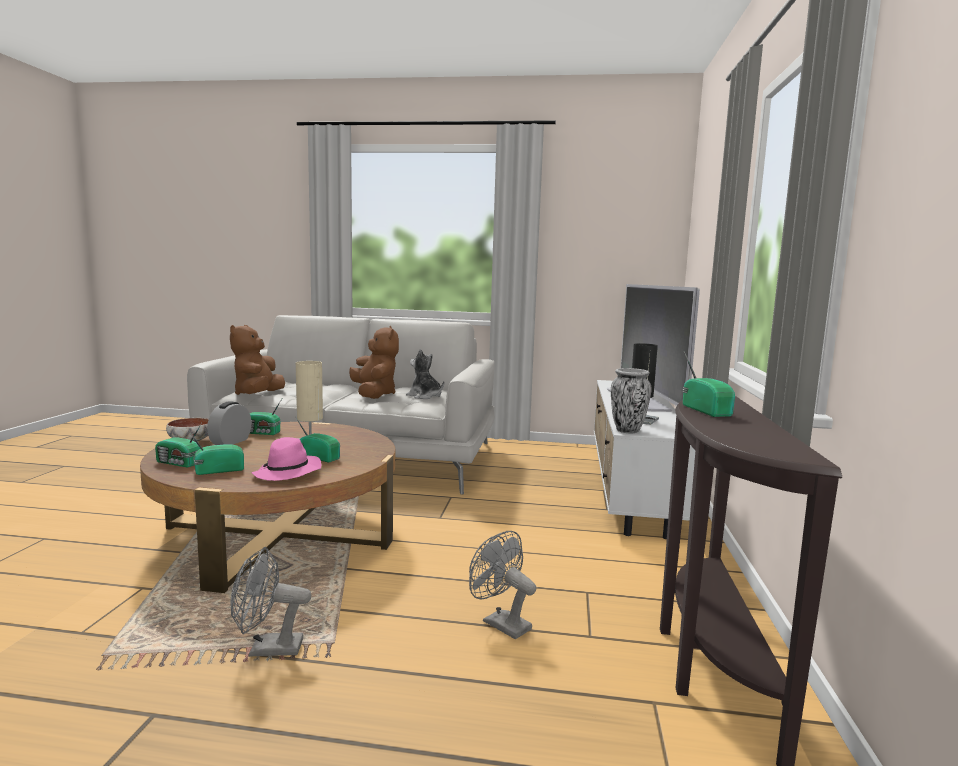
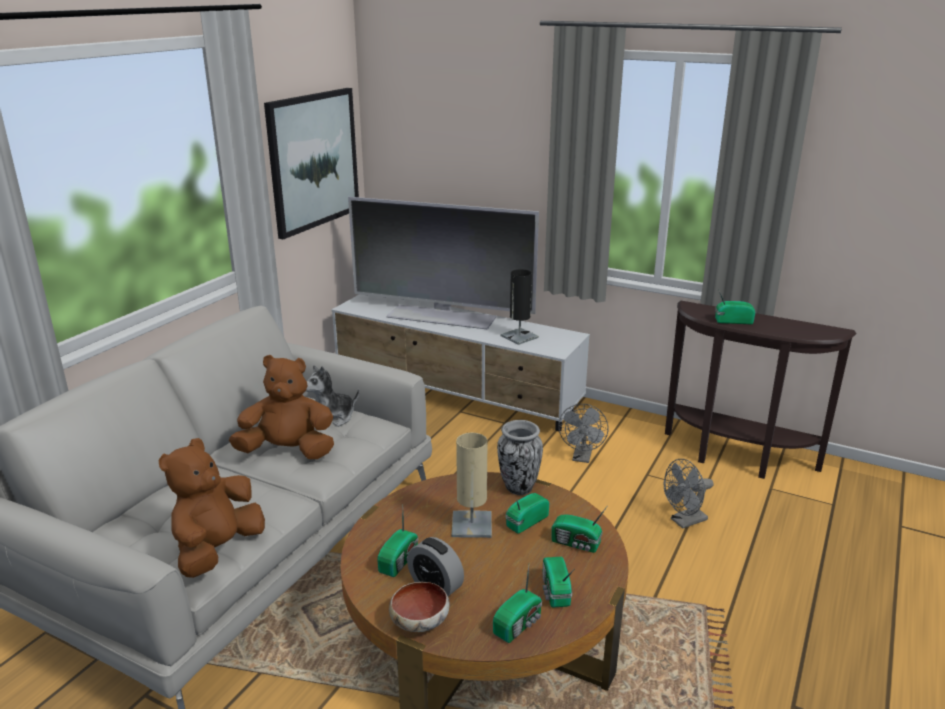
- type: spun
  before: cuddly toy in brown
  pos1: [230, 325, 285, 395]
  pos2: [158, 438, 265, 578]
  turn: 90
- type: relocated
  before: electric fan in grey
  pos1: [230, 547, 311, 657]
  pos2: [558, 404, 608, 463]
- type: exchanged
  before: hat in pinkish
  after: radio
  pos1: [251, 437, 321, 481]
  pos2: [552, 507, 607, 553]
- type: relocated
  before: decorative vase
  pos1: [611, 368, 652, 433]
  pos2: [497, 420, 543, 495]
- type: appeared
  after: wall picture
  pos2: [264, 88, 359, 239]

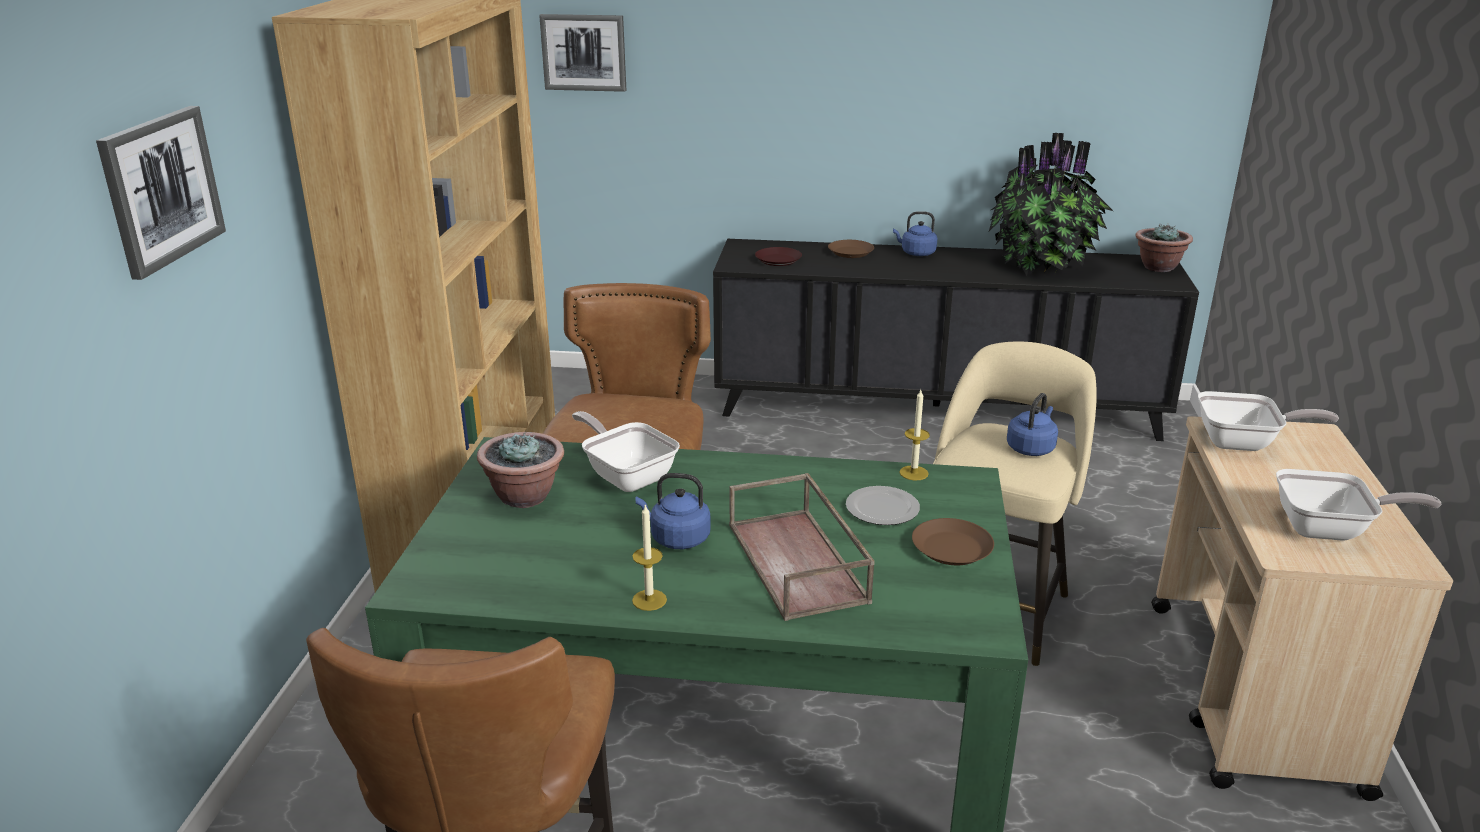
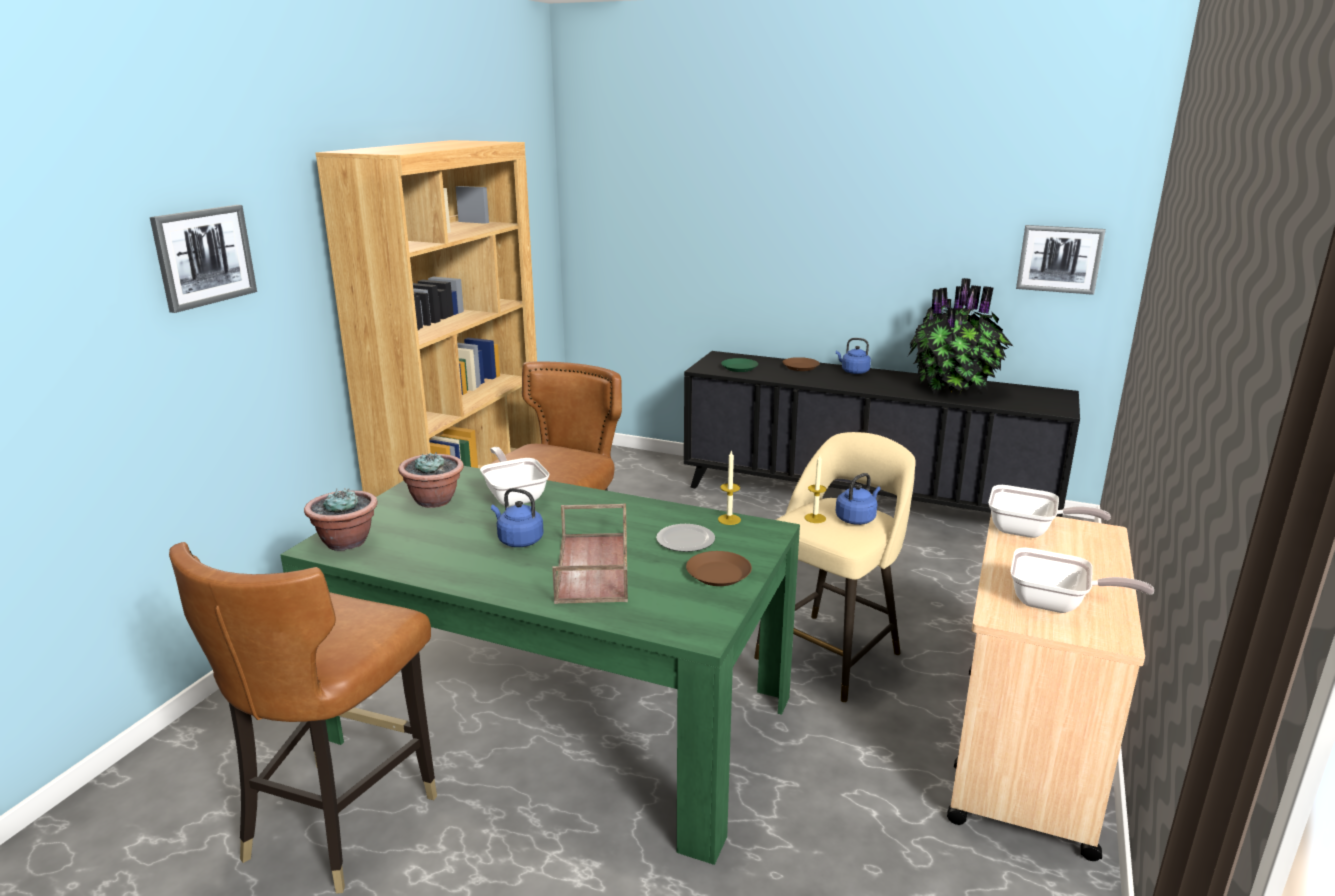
- type: relocated
  before: wall picture
  pos1: [539, 14, 626, 92]
  pos2: [1016, 225, 1106, 295]
- type: relocated
  before: wax candle
  pos1: [632, 504, 667, 611]
  pos2: [805, 455, 827, 523]
- type: colour
  before: dinner plate in brown
  after: dinner plate in greenish
  pos1: [755, 247, 802, 266]
  pos2: [721, 358, 758, 372]
- type: relocated
  before: potted plant
  pos1: [1135, 223, 1193, 272]
  pos2: [304, 488, 378, 551]

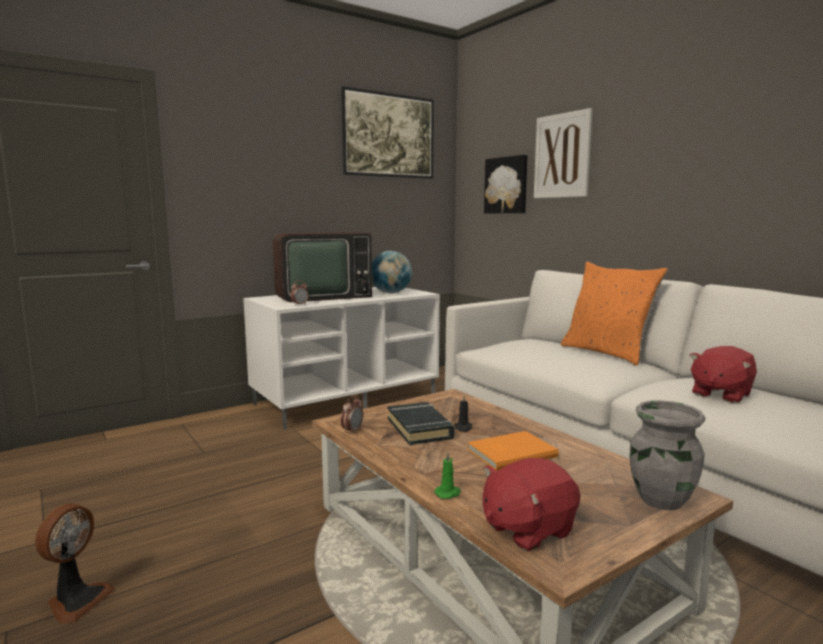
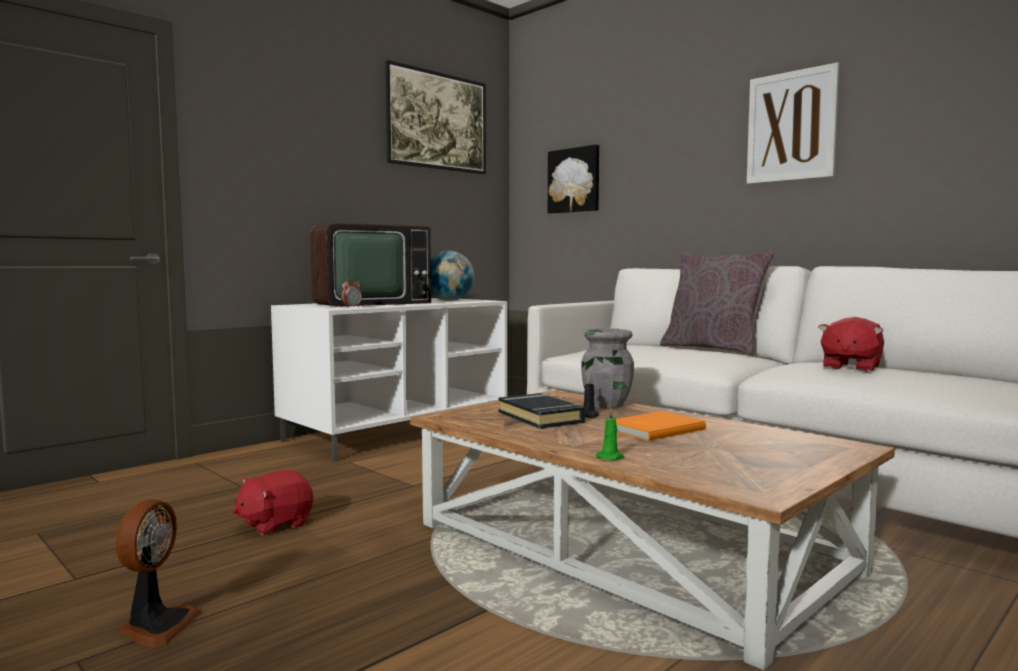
- type: missing
  before: alarm clock
  pos1: [341, 396, 363, 434]
- type: relocated
  before: cuddly toy in red
  pos1: [483, 458, 580, 551]
  pos2: [232, 470, 313, 535]
- type: relocated
  before: wall picture
  pos1: [534, 108, 593, 198]
  pos2: [747, 62, 840, 184]
- type: colour
  before: pillow in orange
  after: pillow in grey
  pos1: [561, 262, 668, 366]
  pos2: [660, 250, 776, 356]
- type: relocated
  before: decorative vase in grey
  pos1: [630, 400, 705, 510]
  pos2: [581, 328, 634, 408]

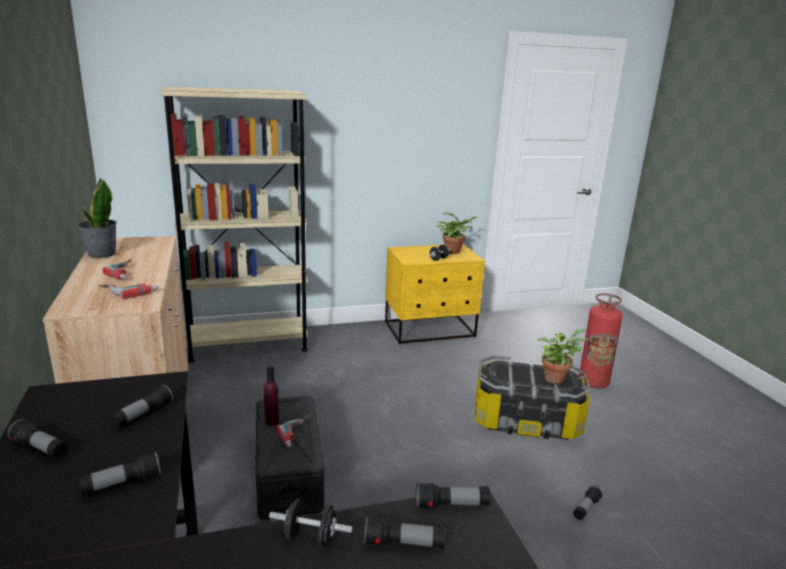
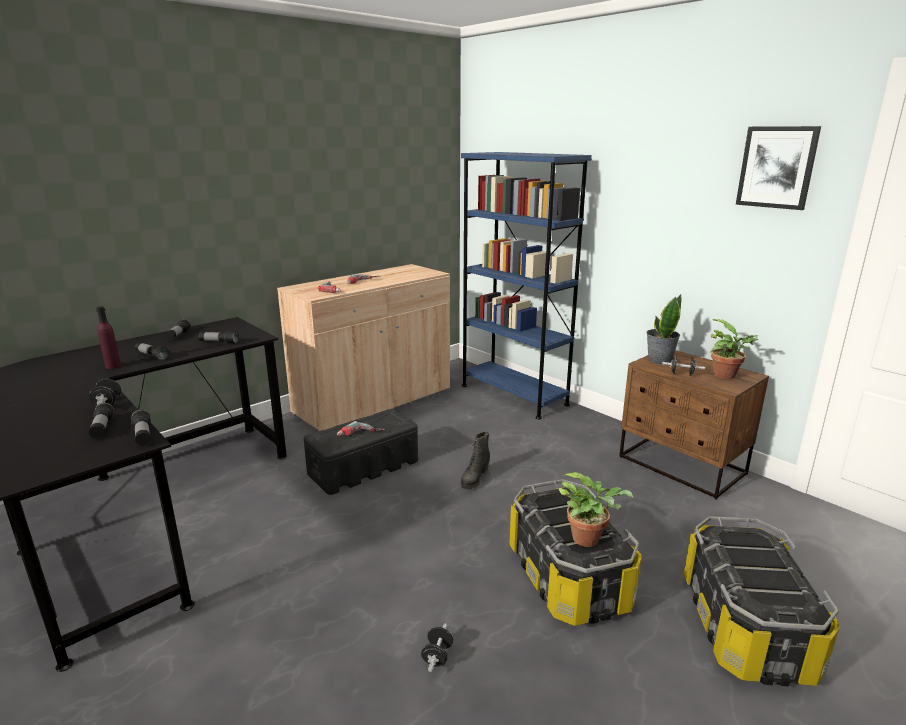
- type: relocated
  before: potted plant
  pos1: [77, 178, 117, 258]
  pos2: [646, 294, 682, 365]
- type: colour
  before: shelving unit in sand-coloured
  after: shelving unit in bluish
  pos1: [161, 87, 308, 362]
  pos2: [461, 152, 592, 419]
- type: relocated
  before: drink bottle in purple
  pos1: [264, 365, 279, 426]
  pos2: [96, 306, 121, 369]
- type: colour
  before: bedside table in yellow
  after: bedside table in brown
  pos1: [385, 244, 485, 344]
  pos2: [619, 350, 769, 499]
- type: exchanged
  before: hand torch
  after: hand weight in blackish
  pos1: [573, 486, 603, 520]
  pos2: [421, 624, 453, 672]
- type: exchanged
  before: fire-fighting cylinder
  after: storage box
  pos1: [579, 293, 623, 389]
  pos2: [684, 516, 840, 687]
- type: appeared
  after: tall boot in blackish
  pos2: [461, 432, 490, 489]
- type: appeared
  after: wall picture
  pos2: [736, 126, 821, 210]

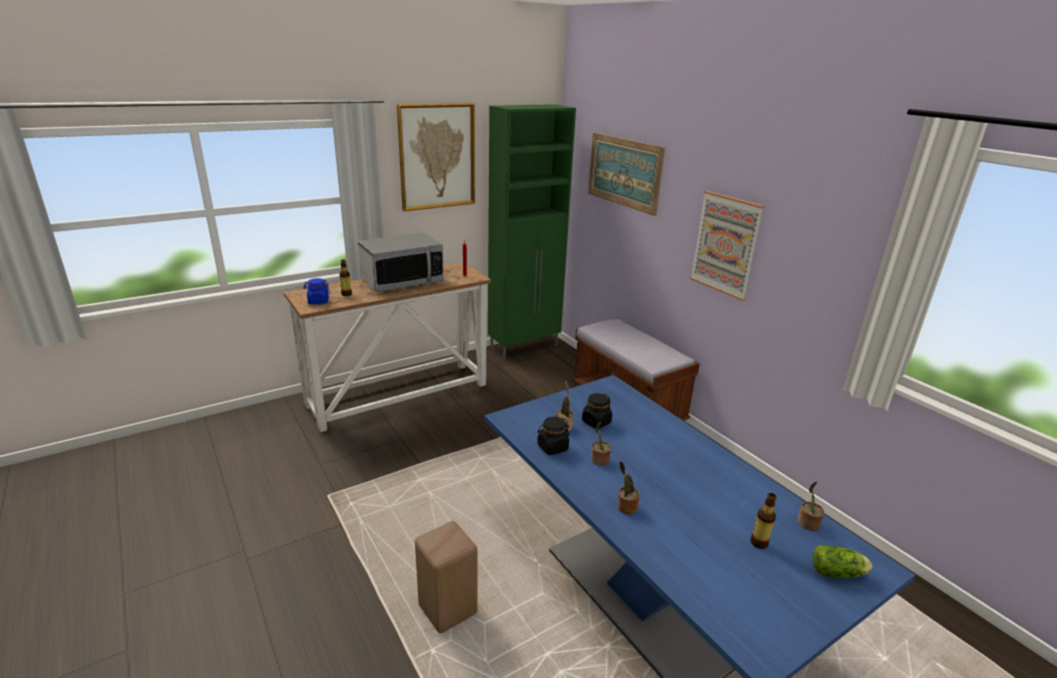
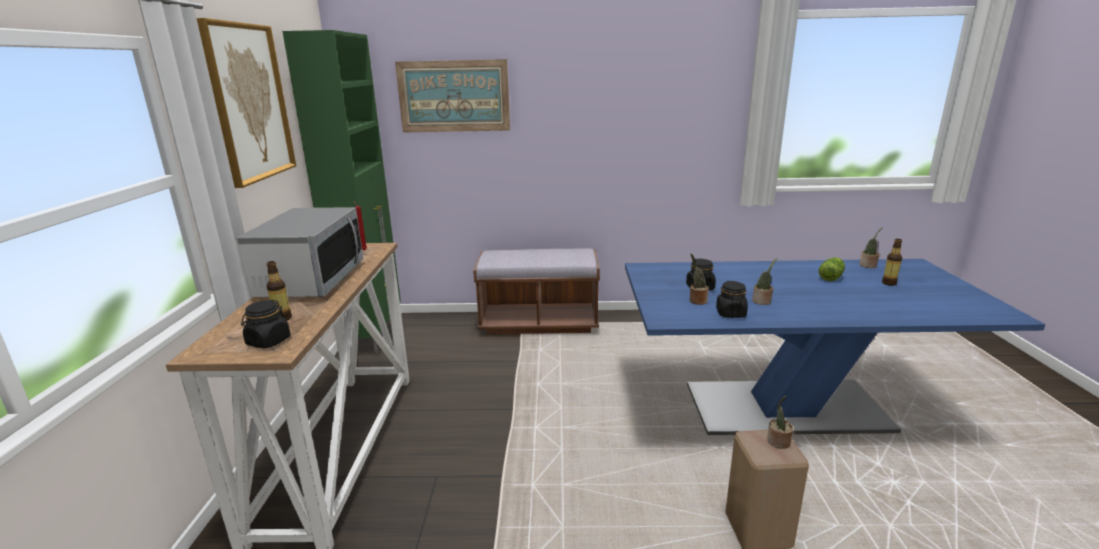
- type: colour
  before: jar in bluish
  after: jar in blackish
  pos1: [303, 278, 331, 304]
  pos2: [241, 300, 291, 348]
- type: relocated
  before: potted plant
  pos1: [617, 461, 640, 514]
  pos2: [767, 396, 793, 449]
- type: missing
  before: wall picture
  pos1: [690, 191, 765, 301]
- type: relocated
  before: head of lettuce
  pos1: [813, 545, 872, 578]
  pos2: [818, 257, 845, 281]

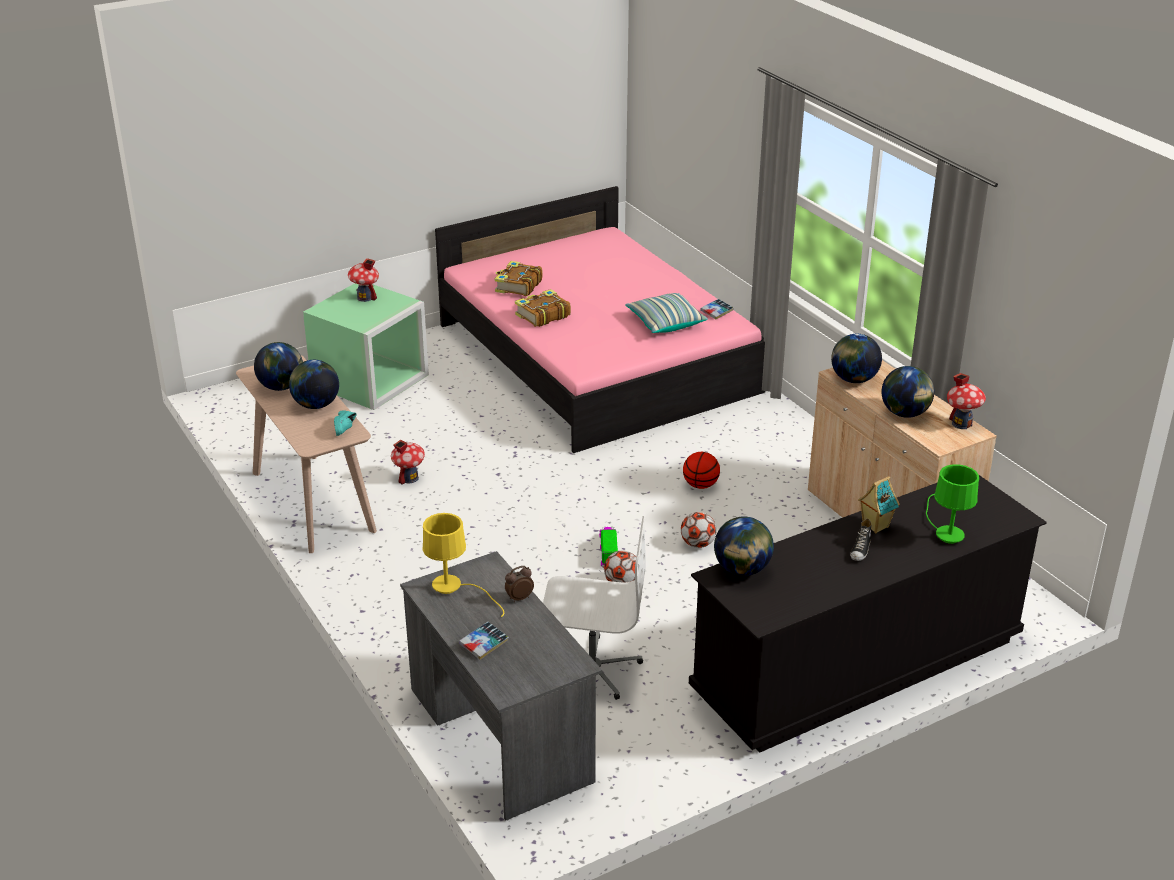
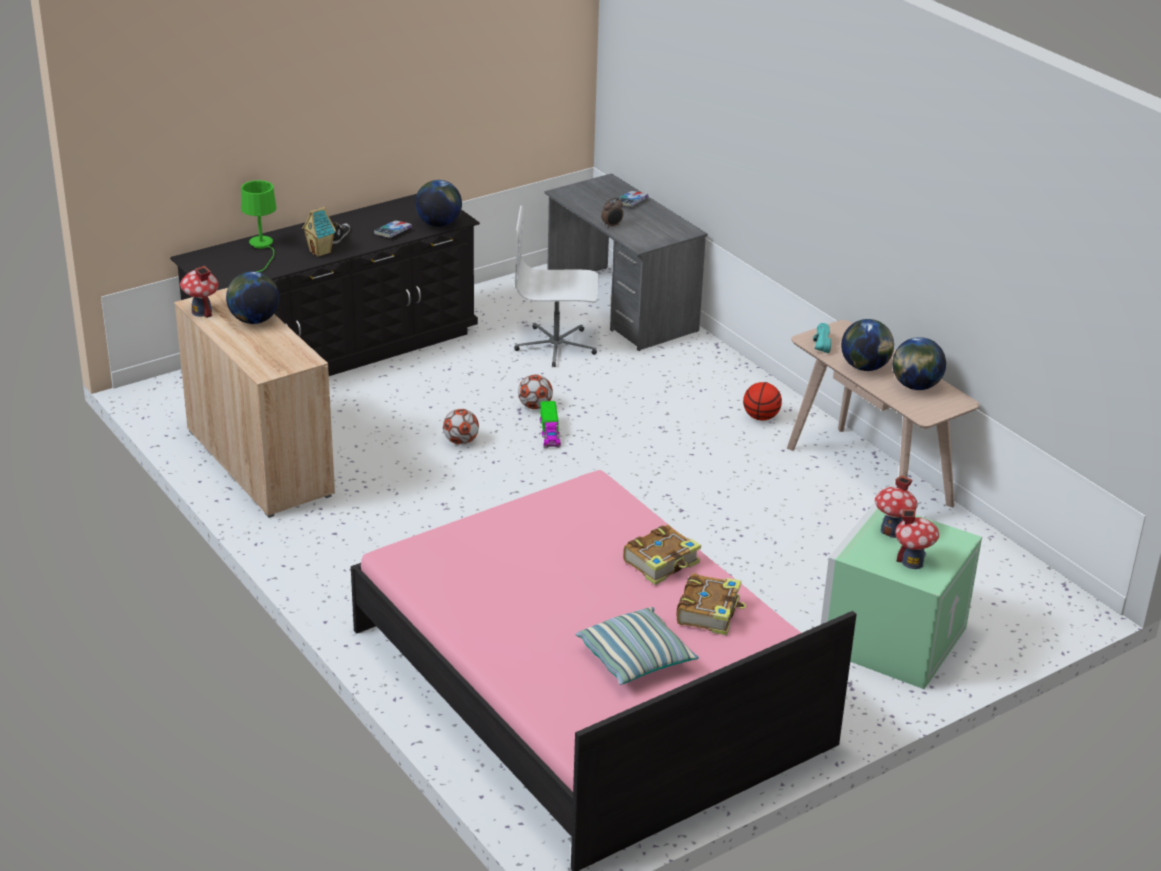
- type: relocated
  before: toy house
  pos1: [391, 440, 425, 485]
  pos2: [875, 476, 918, 538]
- type: missing
  before: lamp for a table in yellow
  pos1: [422, 513, 504, 617]
- type: relocated
  before: pillow
  pos1: [625, 293, 708, 333]
  pos2: [576, 607, 699, 685]
- type: relocated
  before: basketball
  pos1: [683, 452, 720, 489]
  pos2: [743, 382, 782, 421]
- type: relocated
  before: volume
  pos1: [700, 299, 734, 320]
  pos2: [374, 220, 412, 238]
- type: missing
  before: world globe
  pos1: [831, 334, 882, 383]

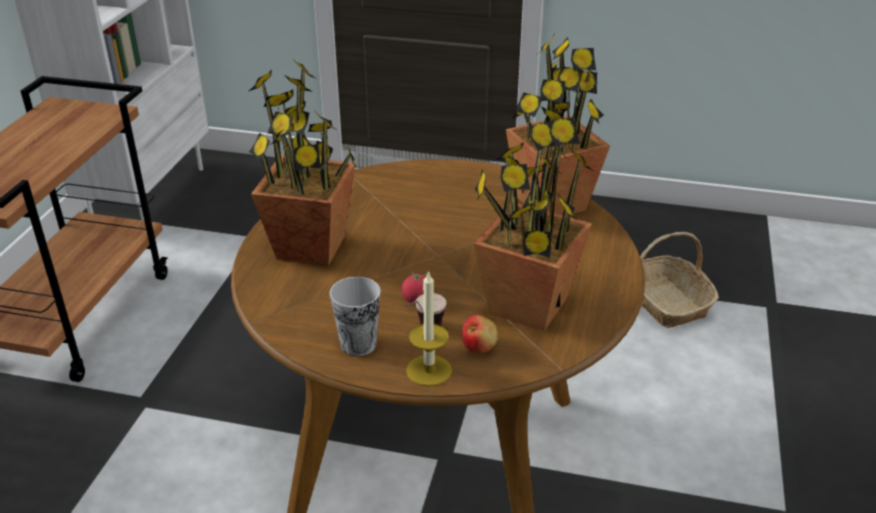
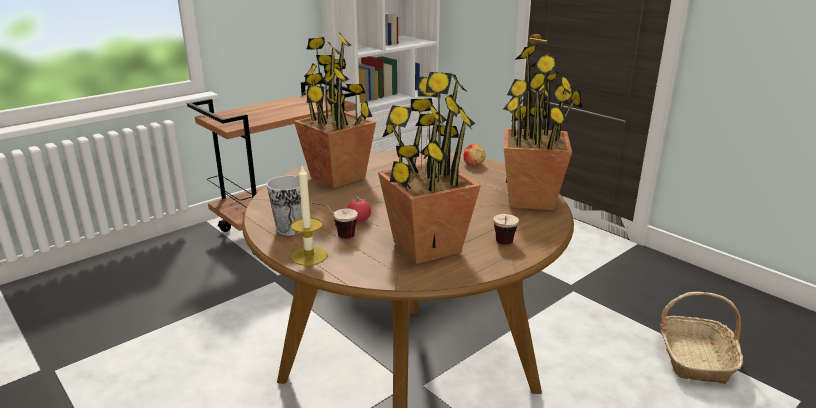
- type: relocated
  before: apple
  pos1: [462, 315, 498, 353]
  pos2: [463, 143, 485, 166]
- type: appeared
  after: cup
  pos2: [493, 214, 519, 245]

